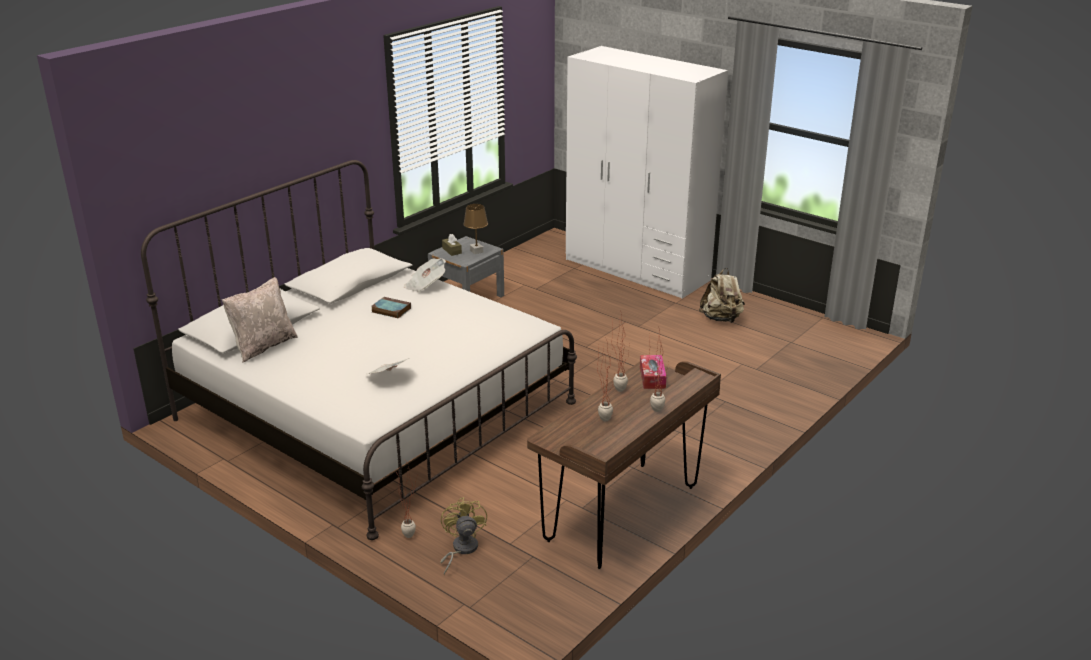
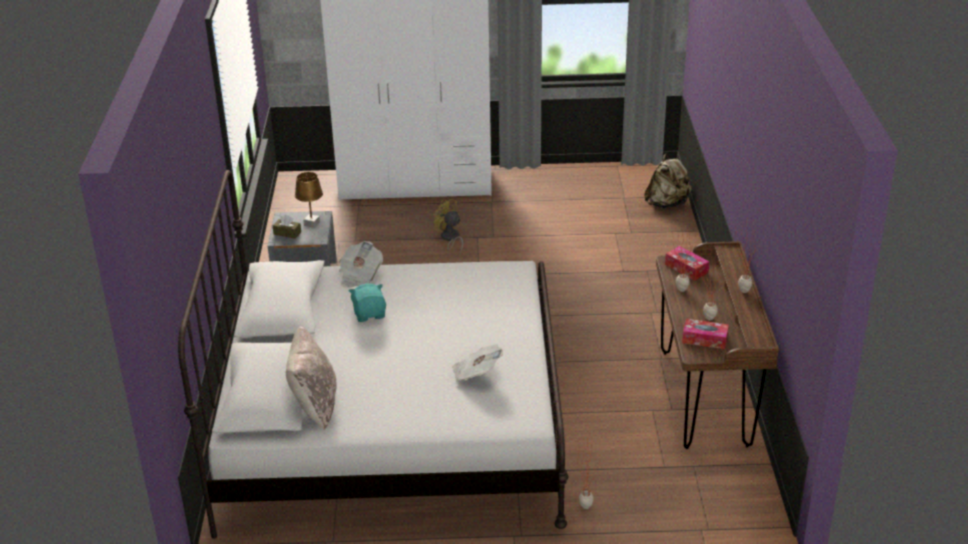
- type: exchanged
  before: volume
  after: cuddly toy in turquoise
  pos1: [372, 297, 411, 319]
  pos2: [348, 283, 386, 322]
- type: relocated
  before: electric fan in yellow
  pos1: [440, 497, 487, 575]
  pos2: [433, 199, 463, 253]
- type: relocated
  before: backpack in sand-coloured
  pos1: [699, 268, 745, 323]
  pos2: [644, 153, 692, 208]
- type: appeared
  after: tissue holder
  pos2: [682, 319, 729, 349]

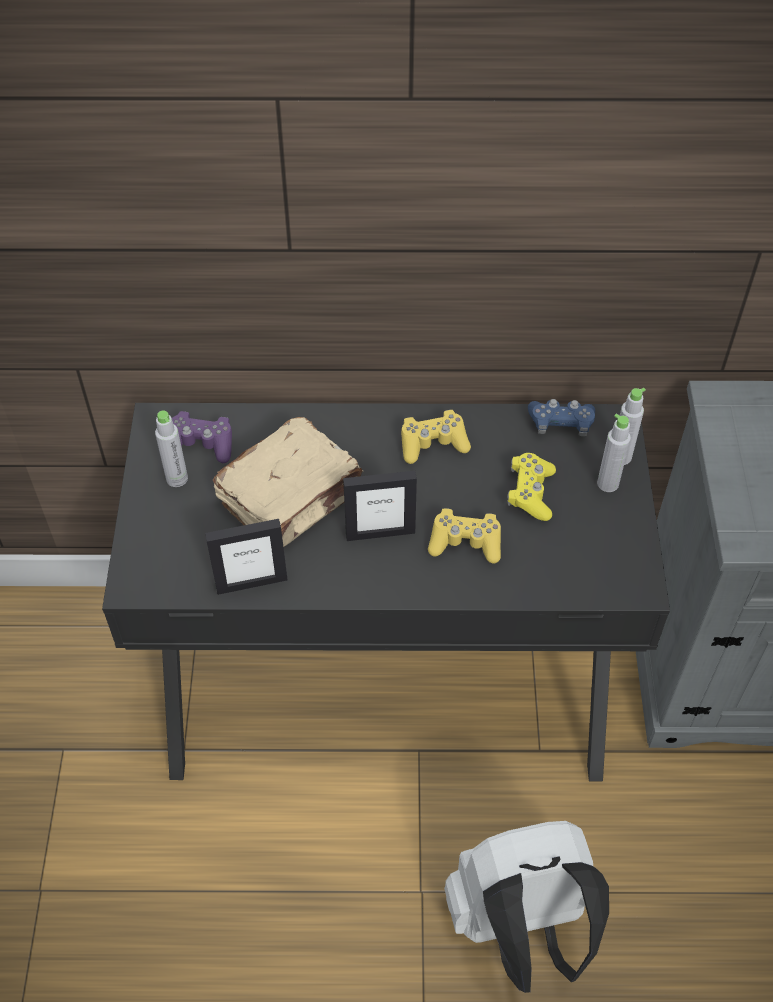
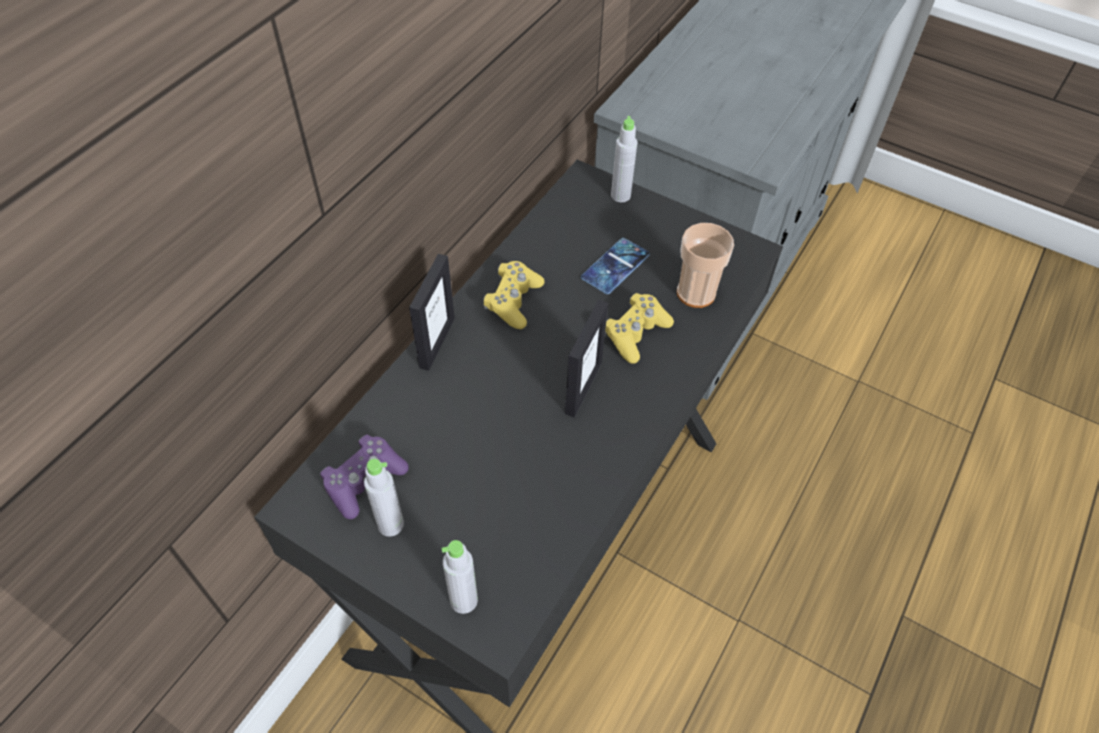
- type: relocated
  before: picture frame
  pos1: [205, 519, 287, 595]
  pos2: [409, 254, 455, 371]
- type: missing
  before: volume in sand-coloured
  pos1: [213, 417, 363, 547]
- type: missing
  before: backpack in whitish
  pos1: [444, 821, 609, 993]
- type: exchanged
  before: joypad in yellow
  after: handset
  pos1: [507, 453, 556, 521]
  pos2: [581, 238, 650, 294]
- type: missing
  before: joypad in bluish
  pos1: [528, 399, 595, 436]
- type: relocated
  before: drink bottle in grey
  pos1: [597, 413, 631, 492]
  pos2: [441, 540, 478, 614]
- type: appeared
  after: cup
  pos2: [677, 223, 734, 308]

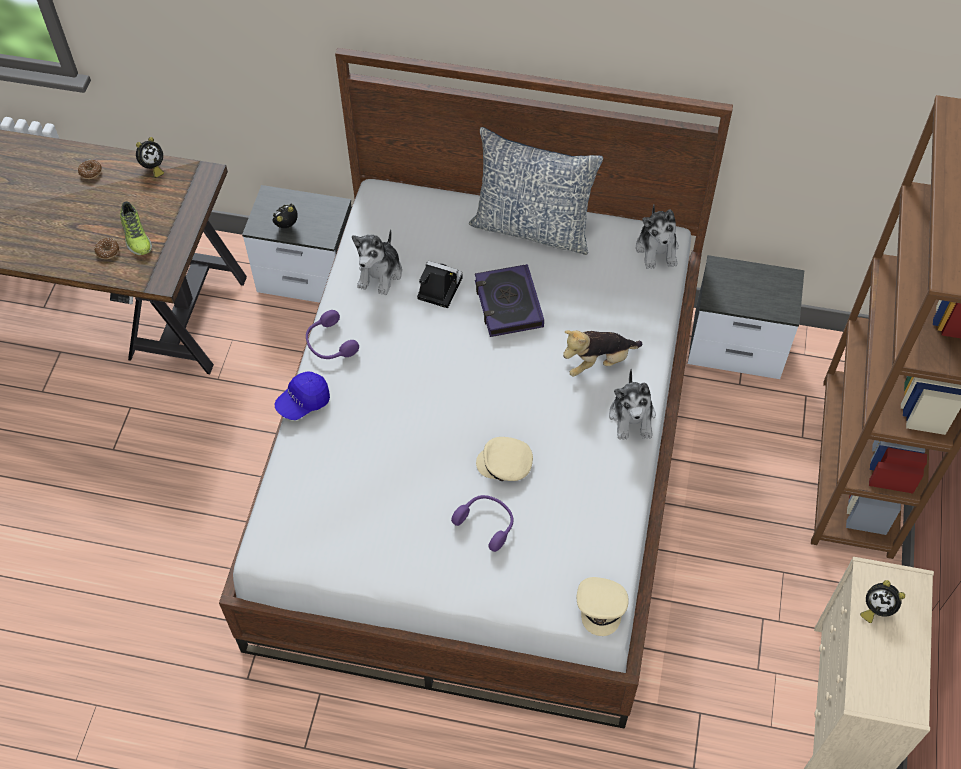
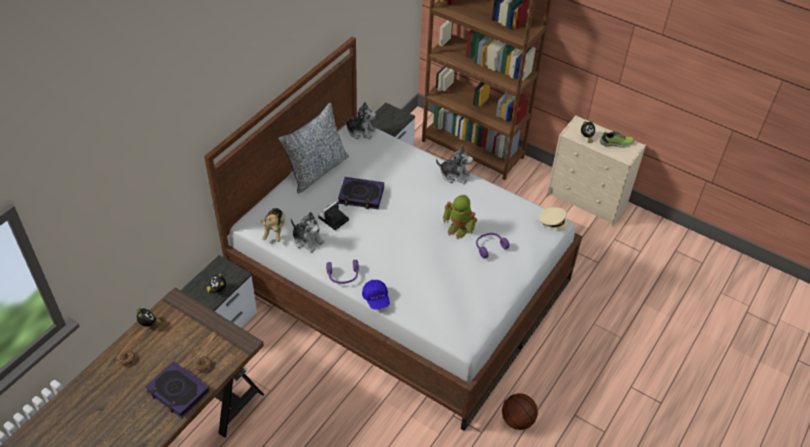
- type: relocated
  before: shoe
  pos1: [120, 202, 152, 255]
  pos2: [600, 131, 634, 148]
- type: exchanged
  before: peaked cap in sand-coloured
  after: toy robot
  pos1: [476, 437, 533, 481]
  pos2: [443, 195, 477, 239]
- type: relocated
  before: cuddly toy
  pos1: [563, 330, 642, 377]
  pos2: [261, 208, 285, 242]
- type: appeared
  after: volume
  pos2: [145, 361, 210, 418]
- type: appeared
  after: basketball
  pos2: [502, 393, 538, 430]

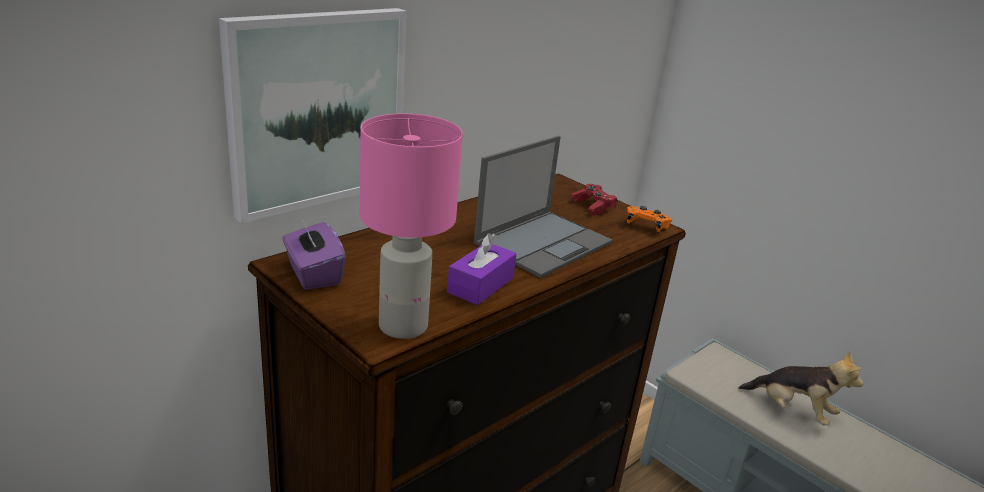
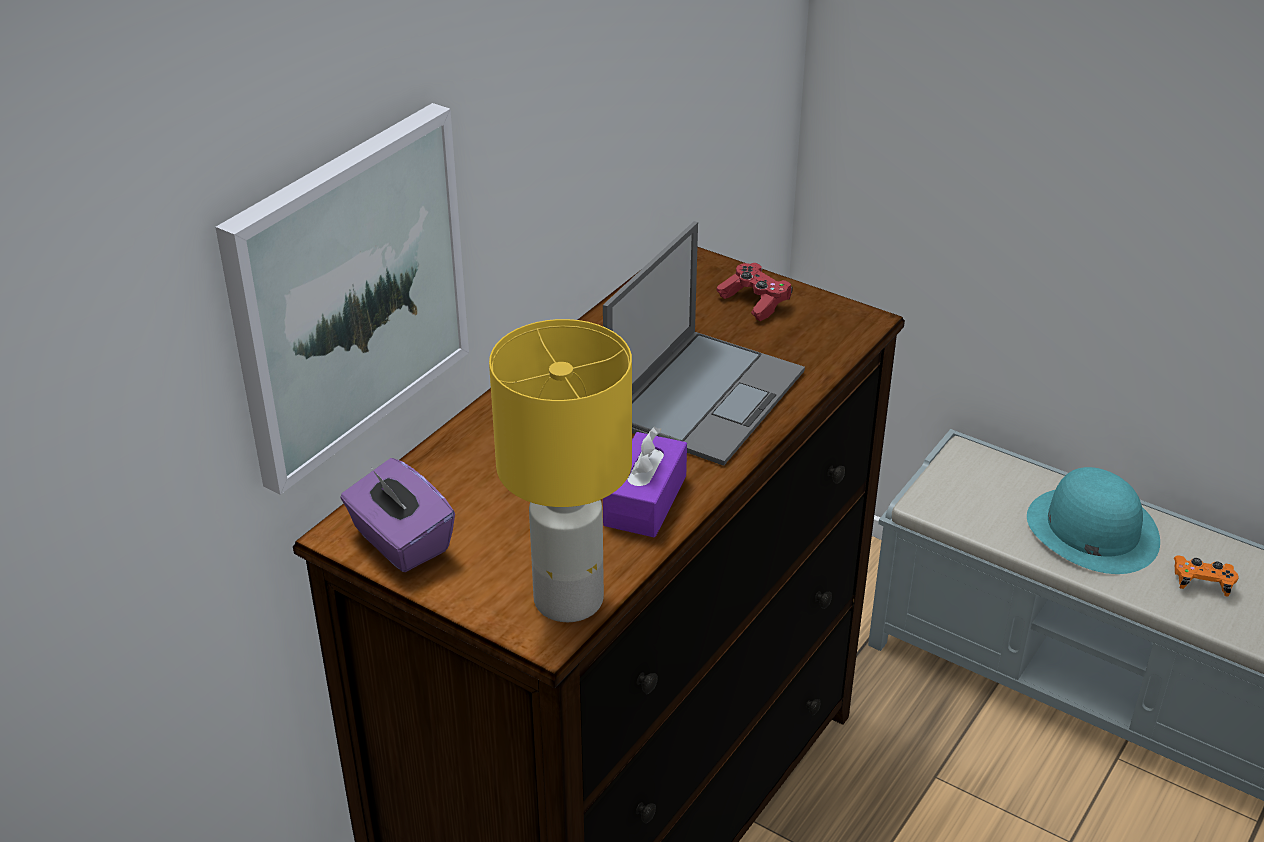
- type: colour
  before: lamp for a table in pinkish
  after: lamp for a table in yellow
  pos1: [360, 113, 463, 339]
  pos2: [489, 319, 632, 622]
- type: relocated
  before: joypad in orange
  pos1: [627, 206, 672, 232]
  pos2: [1174, 556, 1239, 596]
- type: exchanged
  before: cuddly toy
  after: hat in turquoise
  pos1: [739, 351, 863, 425]
  pos2: [1027, 467, 1160, 574]

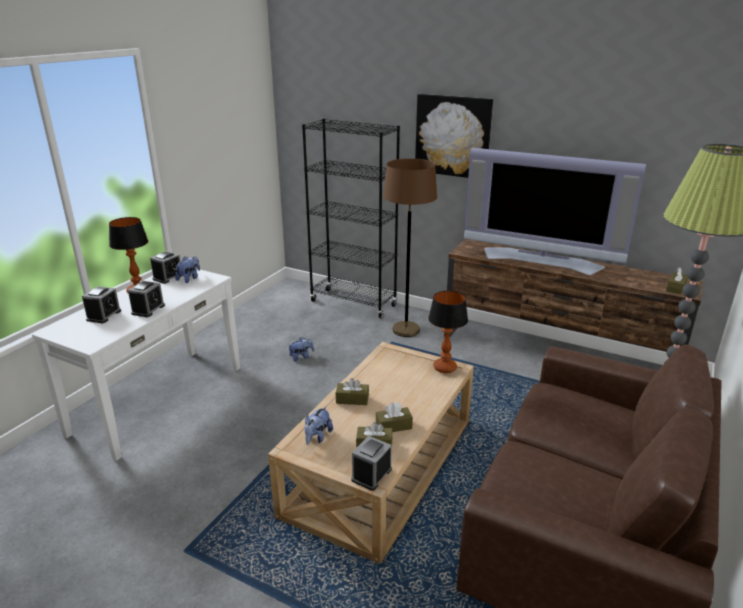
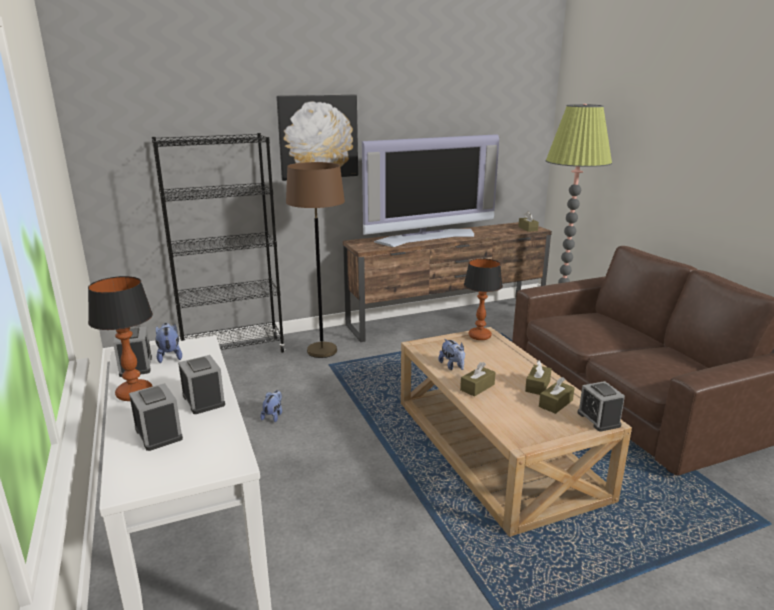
- type: relocated
  before: cuddly toy
  pos1: [304, 406, 333, 445]
  pos2: [439, 339, 465, 370]

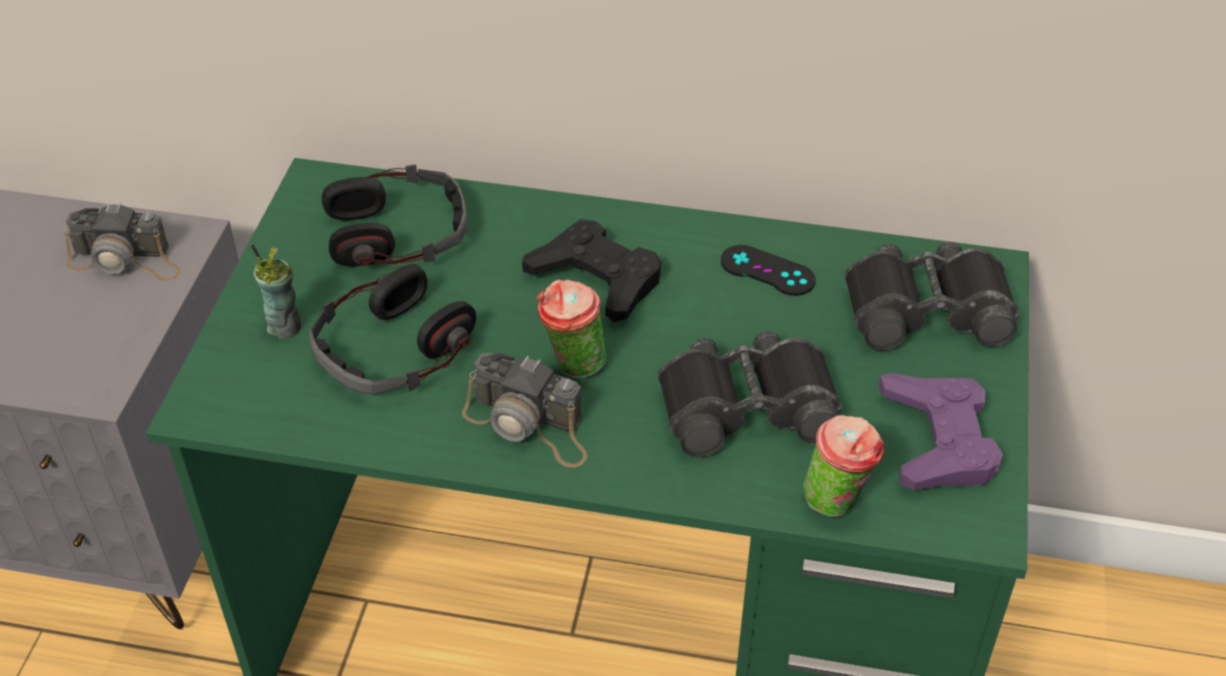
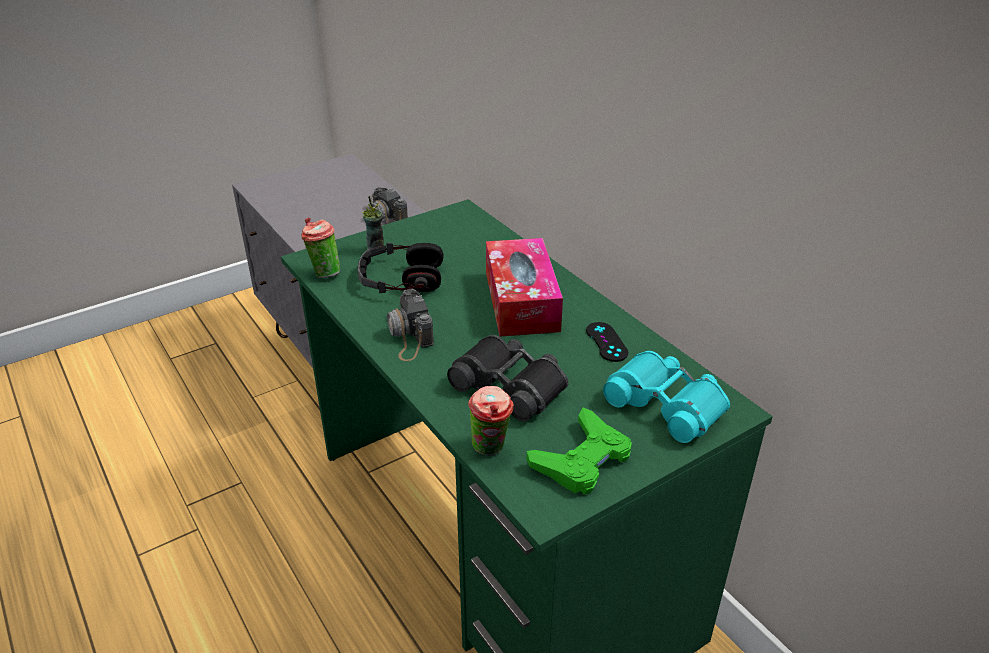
- type: missing
  before: pair of headphones
  pos1: [322, 164, 468, 267]
- type: exchanged
  before: joypad in blackish
  after: tissue holder
  pos1: [522, 219, 661, 322]
  pos2: [486, 238, 563, 337]
- type: relocated
  before: cup
  pos1: [537, 279, 606, 378]
  pos2: [301, 217, 340, 278]
- type: colour
  before: binoculars in blackish
  after: binoculars in turquoise
  pos1: [844, 242, 1019, 351]
  pos2: [603, 351, 730, 443]
- type: colour
  before: joypad in purple
  after: joypad in greenish
  pos1: [878, 373, 1003, 490]
  pos2: [526, 408, 632, 495]

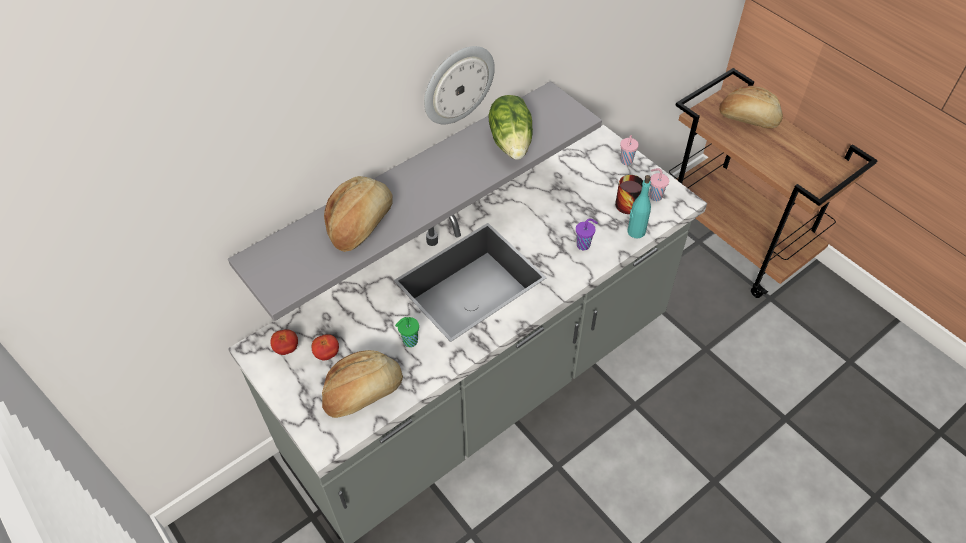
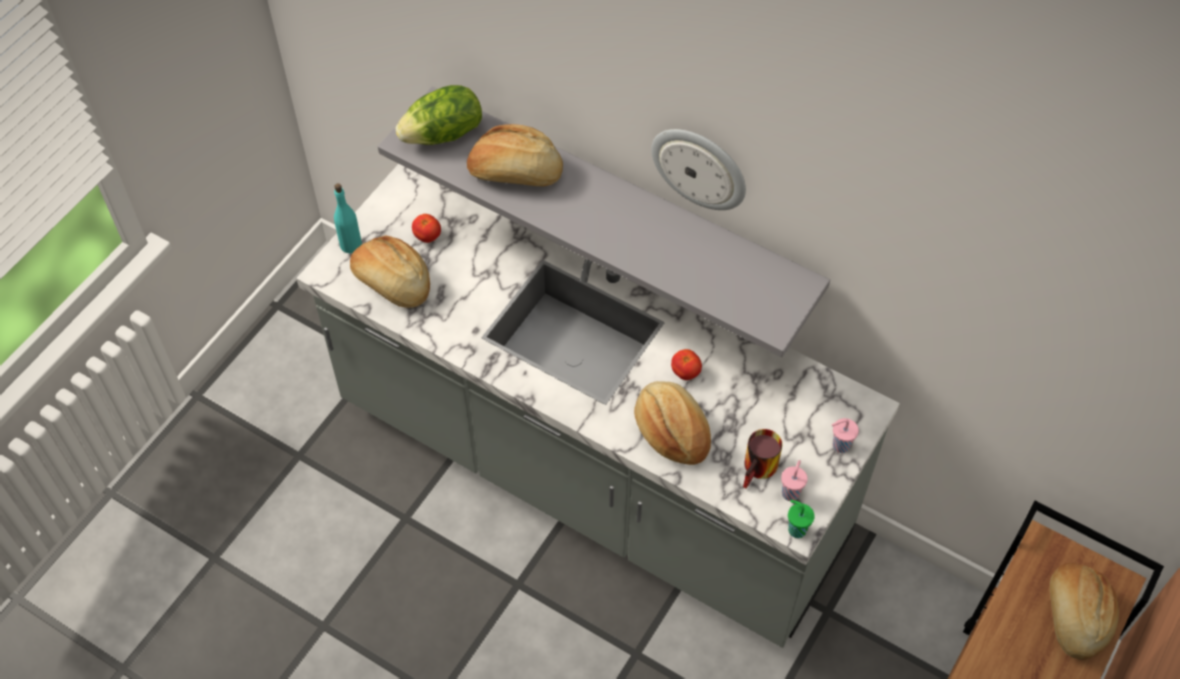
- type: relocated
  before: whole tomato
  pos1: [270, 329, 298, 355]
  pos2: [671, 349, 702, 380]
- type: relocated
  before: cup in greenish
  pos1: [395, 317, 419, 347]
  pos2: [788, 500, 815, 538]
- type: relocated
  before: head of lettuce
  pos1: [488, 95, 533, 160]
  pos2: [395, 85, 482, 145]
- type: exchanged
  before: cup in purple
  after: baked bread
  pos1: [576, 219, 598, 250]
  pos2: [634, 381, 711, 465]
- type: relocated
  before: drink bottle in turquoise
  pos1: [627, 175, 651, 238]
  pos2: [334, 183, 362, 253]

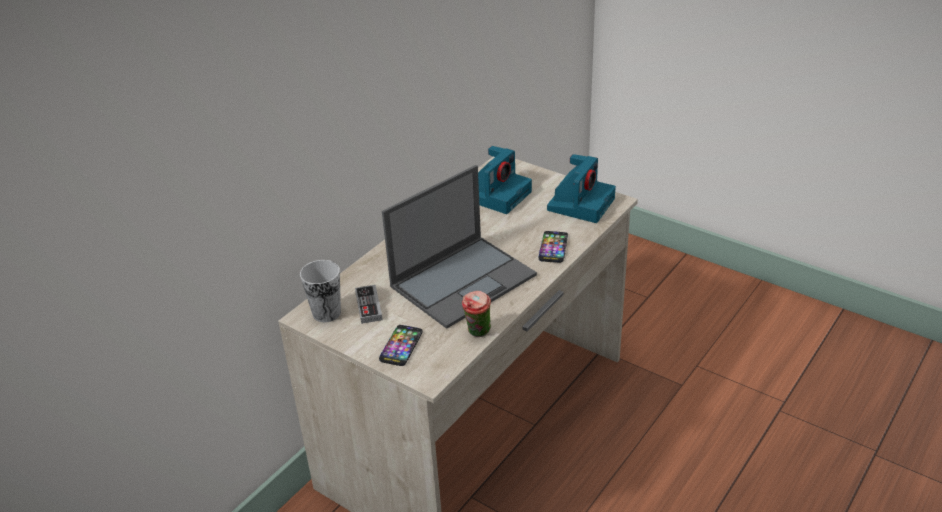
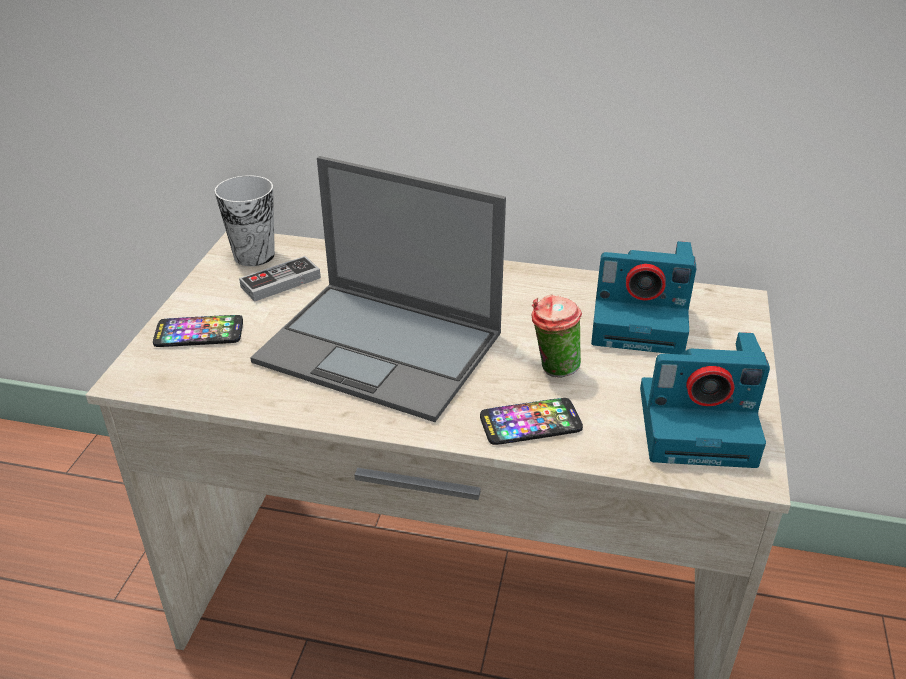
- type: relocated
  before: cup
  pos1: [462, 291, 491, 337]
  pos2: [531, 294, 582, 377]

